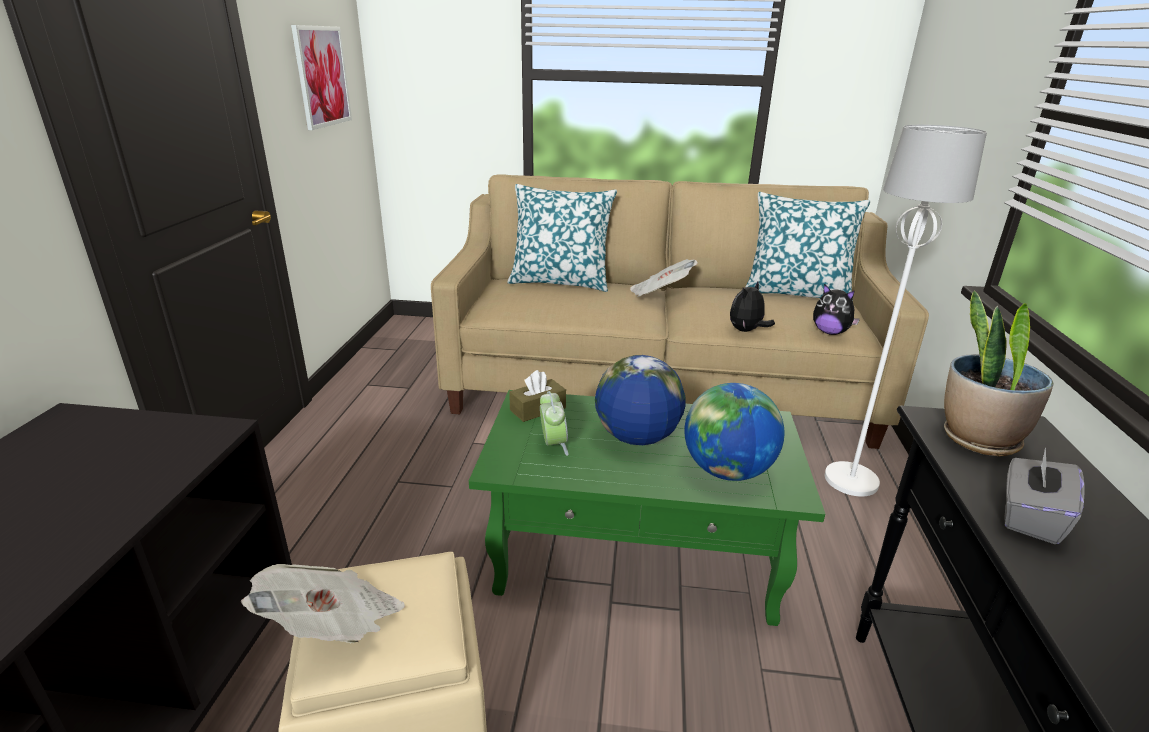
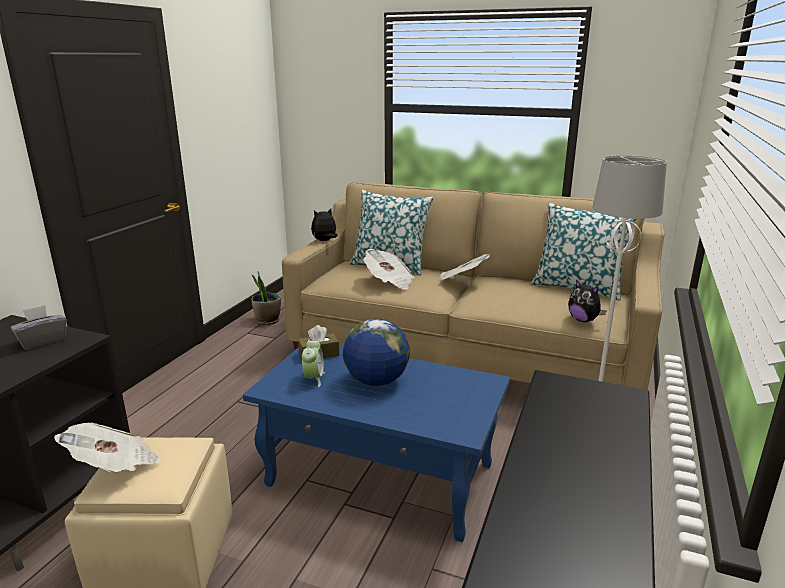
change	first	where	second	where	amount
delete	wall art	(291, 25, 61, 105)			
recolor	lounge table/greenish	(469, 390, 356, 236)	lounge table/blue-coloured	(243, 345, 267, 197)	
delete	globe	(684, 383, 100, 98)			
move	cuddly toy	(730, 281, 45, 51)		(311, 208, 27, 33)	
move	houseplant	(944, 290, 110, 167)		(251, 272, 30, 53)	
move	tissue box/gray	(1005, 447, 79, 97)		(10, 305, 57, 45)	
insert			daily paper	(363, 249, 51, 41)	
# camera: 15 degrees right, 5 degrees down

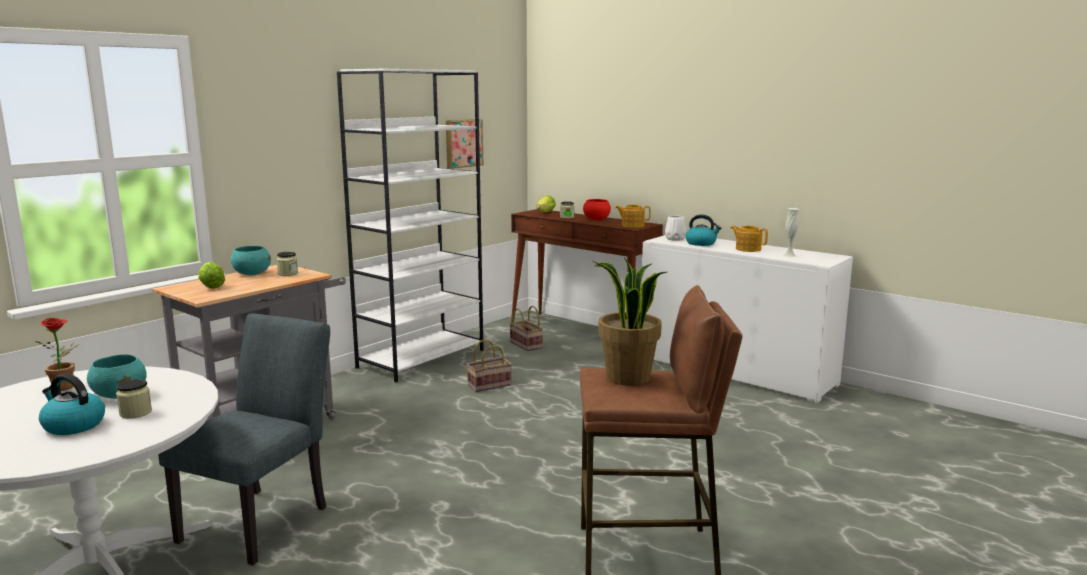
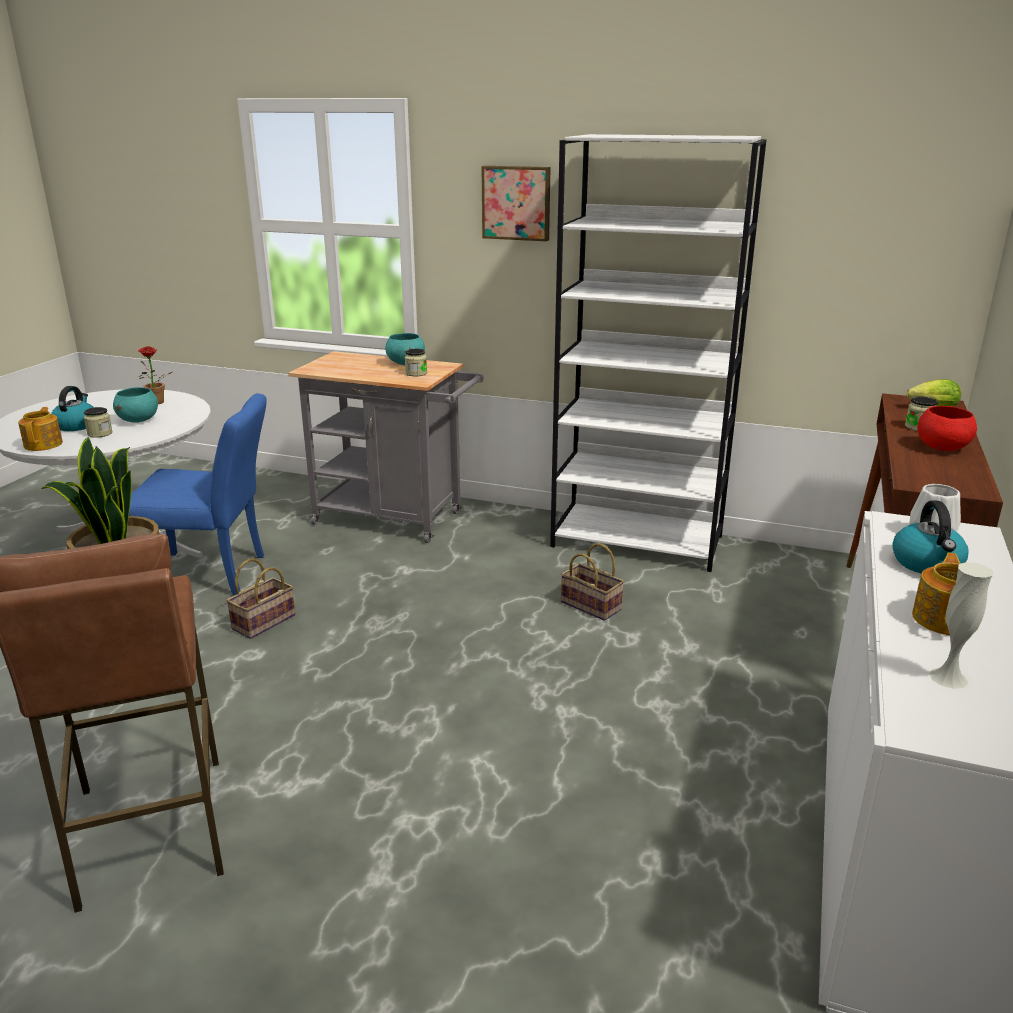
change	first	where	second	where	amount
recolor	upright chair/gray	(158, 313, 172, 252)	upright chair/blue-coloured	(129, 393, 138, 202)	
delete	lettuce	(198, 262, 27, 27)			
move	wall art	(446, 119, 37, 50)		(482, 166, 69, 75)	
move	storage basket	(509, 306, 34, 45)		(226, 559, 69, 80)	
move	teapot	(615, 205, 36, 23)		(18, 407, 45, 44)	
# camera: 70 degrees right, 10 degrees up

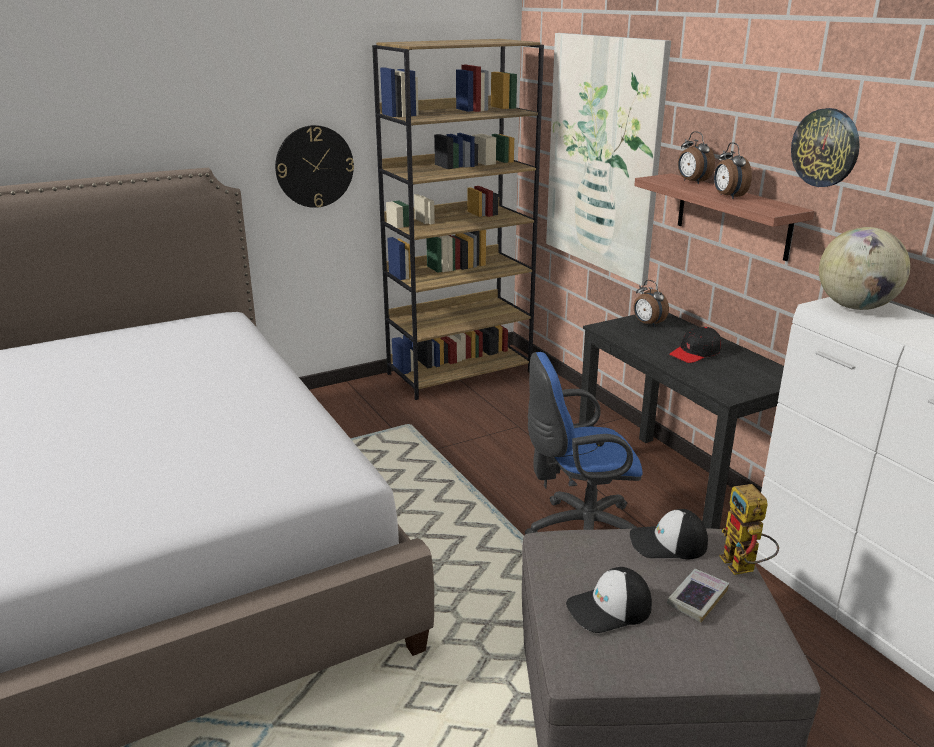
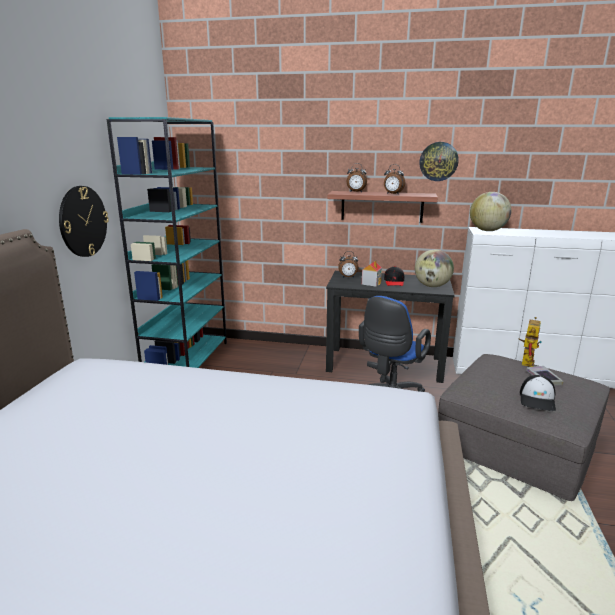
change	first	where	second	where	amount
recolor	shelving unit/brown	(372, 39, 172, 361)	shelving unit/turquoise-coloured	(107, 117, 120, 251)	
delete	wall art	(546, 33, 125, 253)			
delete	peaked cap	(630, 509, 78, 51)			
rotate	robot figure	(719, 484, 60, 91)		(519, 317, 23, 50)	90 degrees counterclockwise
insert			model house	(362, 261, 20, 26)	
insert			globe	(415, 249, 39, 38)	
# camera: 50 degrees left, 5 degrees down

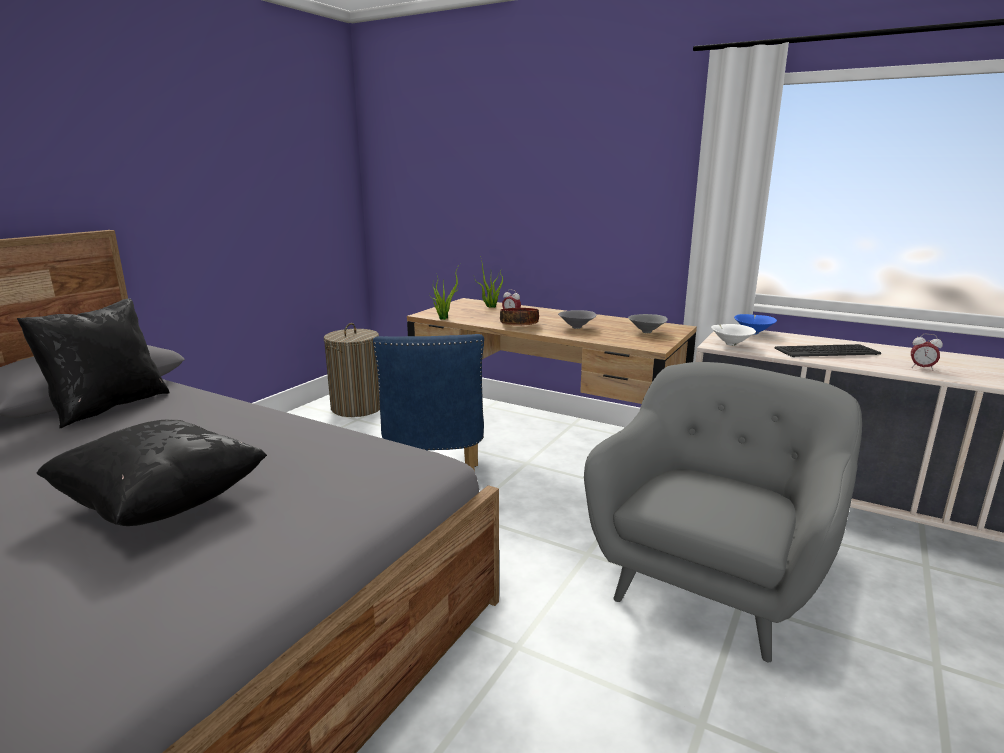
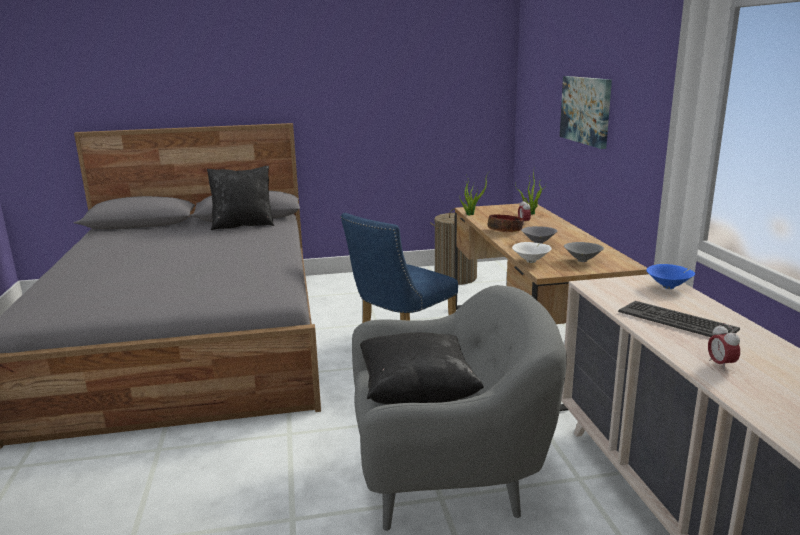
change	first	where	second	where	amount
move	throw pillow/black	(36, 420, 231, 106)		(360, 332, 124, 72)	
move	serving bowl/white	(711, 324, 45, 22)		(512, 242, 40, 21)	
insert			wall art	(560, 76, 52, 73)	
# camera: 50 degrees right, 0 degrees up

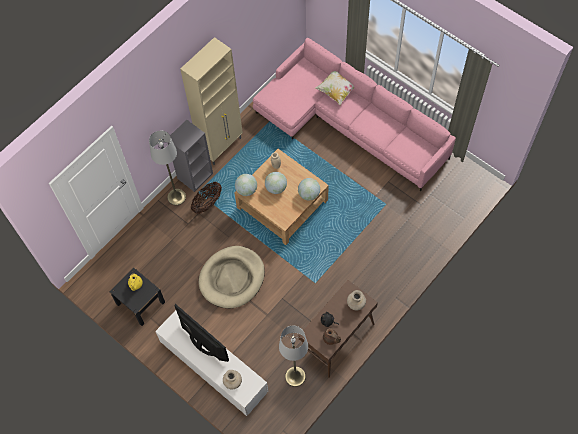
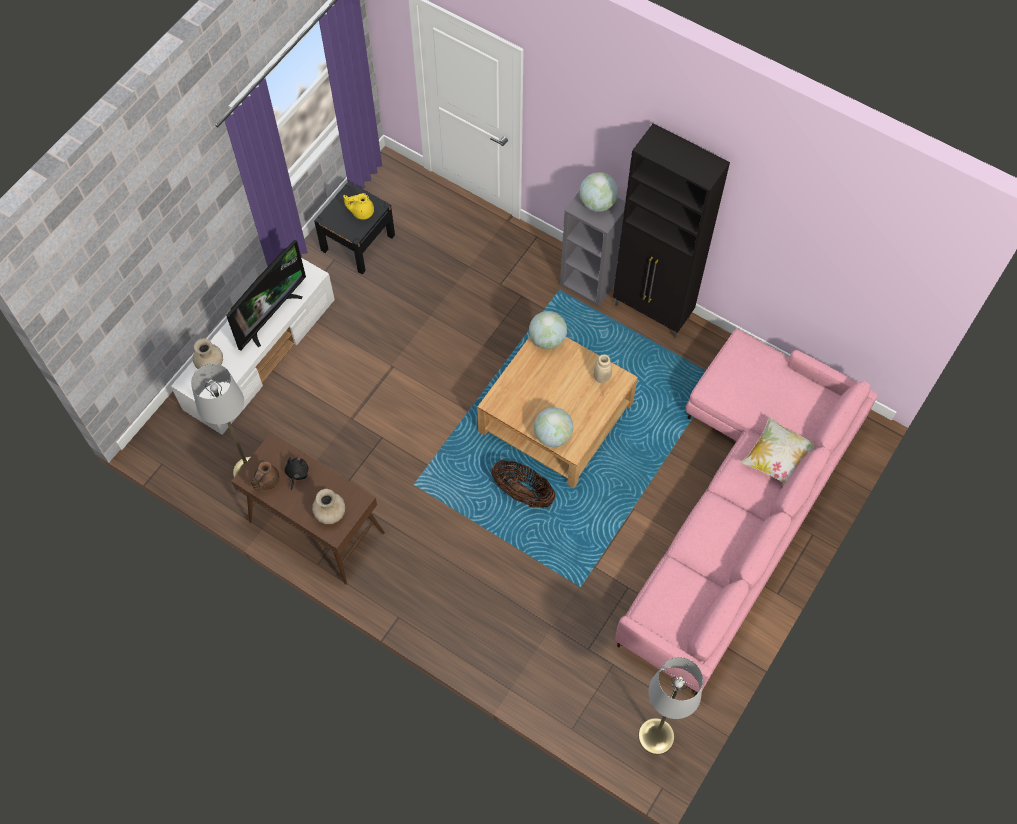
change	first	where	second	where	amount
move	standing lamp/gray	(149, 131, 37, 74)		(638, 657, 65, 98)	
recolor	cupboard/sand-coloured	(180, 37, 63, 128)	cupboard/black	(613, 123, 117, 215)	
move	storage basket	(191, 182, 31, 32)		(491, 460, 65, 48)	
delete	dog bed/sand-coloured	(199, 246, 66, 62)			
move	globe	(265, 172, 22, 22)		(580, 172, 39, 40)	
# camera: 80 degrees right, 0 degrees up

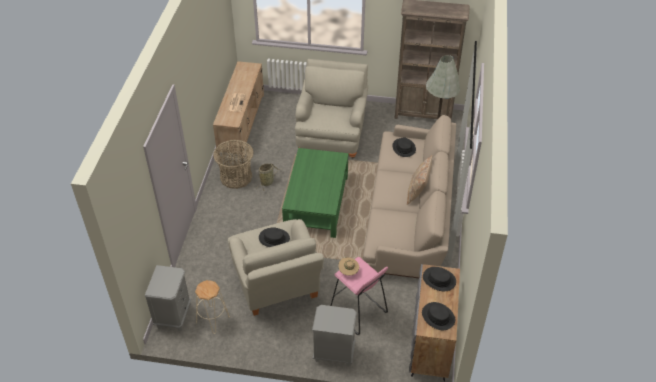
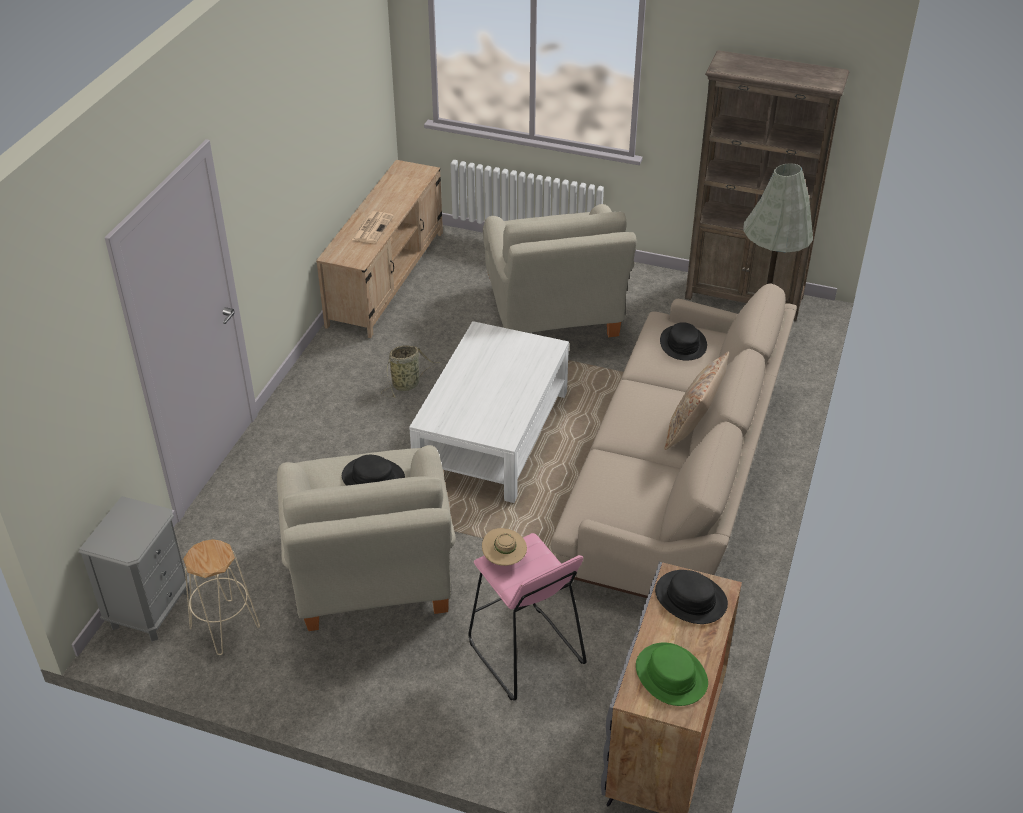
change	first	where	second	where	amount
delete	storage basket	(213, 140, 40, 49)			
recolor	lounge table/greenish	(282, 148, 66, 90)	lounge table/white	(409, 321, 160, 182)	
rotate	easy chair/sand-coloured	(295, 59, 73, 100)		(483, 204, 154, 133)	150 degrees clockwise
delete	night table/gray	(312, 305, 45, 61)			
recolor	clothing hat/black	(422, 302, 33, 28)	clothing hat/greenish	(636, 642, 72, 64)	
# camera: 10 degrees right, 5 degrees down

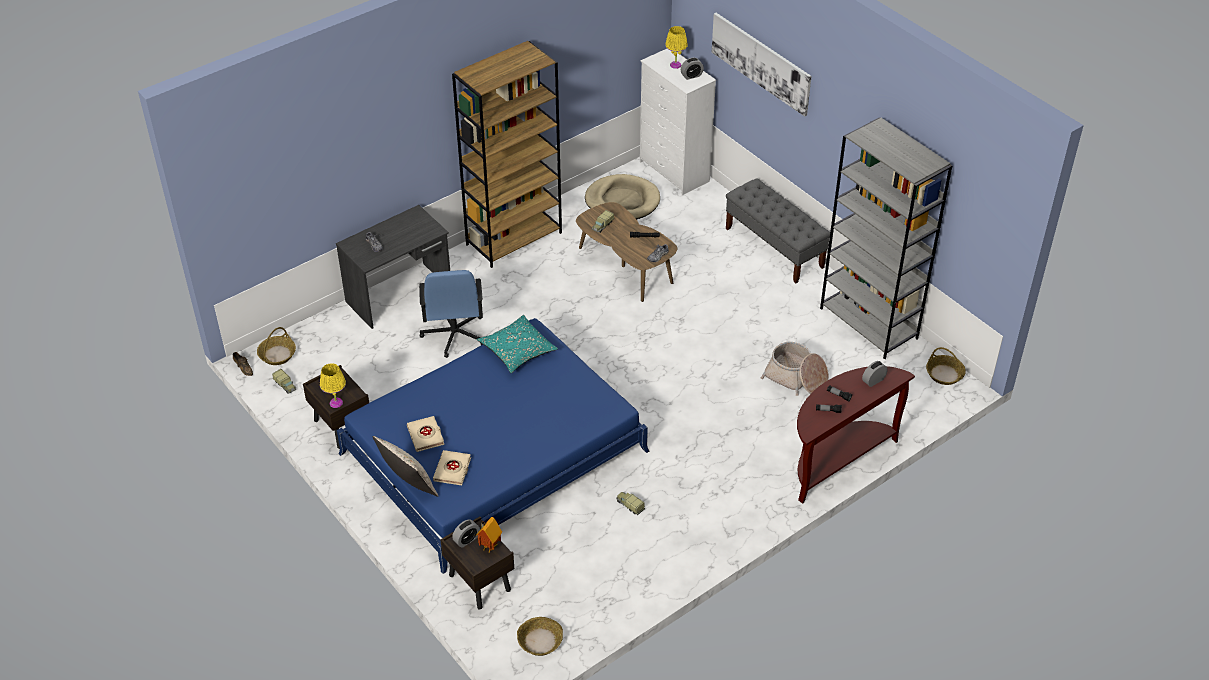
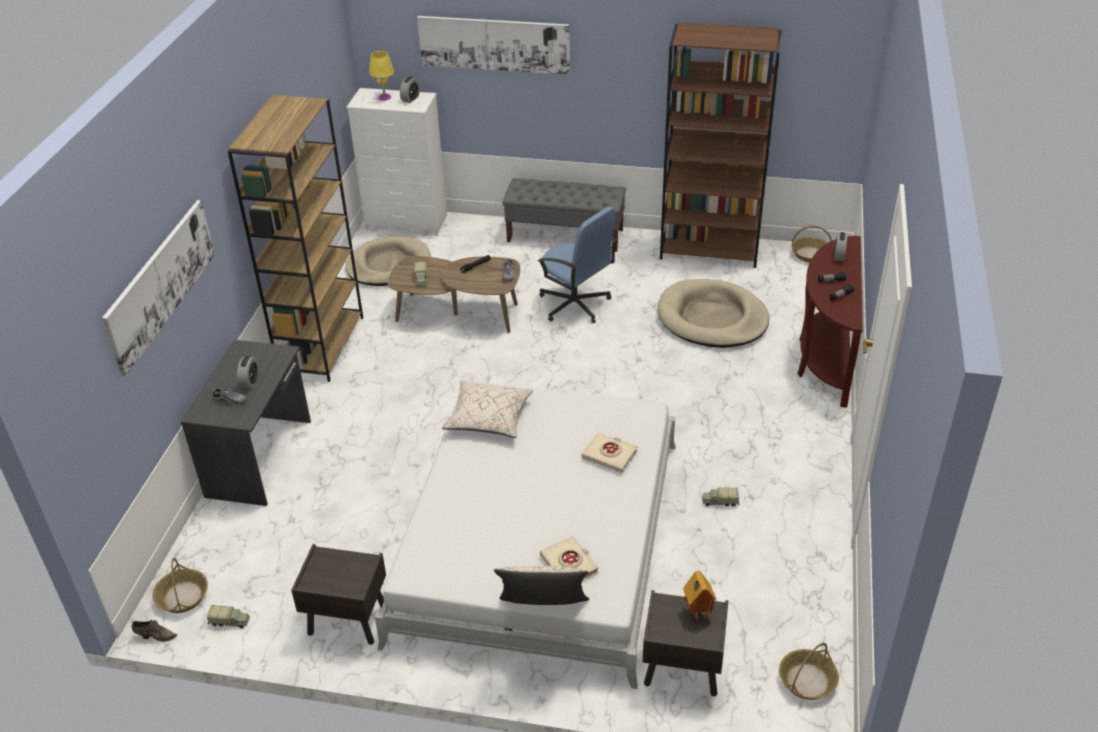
change	first	where	second	where	amount
delete	lamp for a table/yellow-coloured	(320, 363, 26, 45)			
recolor	bed/blue-coloured	(337, 318, 312, 256)	bed/white	(375, 382, 301, 307)	
move	bound book/sand-coloured	(407, 416, 37, 36)		(582, 433, 56, 40)	
move	computer chair/blue-coloured	(419, 270, 64, 88)		(538, 207, 79, 116)	
move	table clock	(452, 520, 28, 27)		(237, 356, 22, 33)	
recolor	throw pillow/turquoise-coloured	(477, 315, 81, 58)	throw pillow/sand-coloured	(442, 380, 91, 58)	
replace	storage basket	(761, 342, 68, 54)	dog bed/sand-coloured	(658, 279, 111, 69)	
recolor	shelving unit/gray	(820, 117, 132, 242)	shelving unit/brown	(660, 23, 122, 245)	
insert			wall art	(102, 200, 113, 176)	
# camera: 40 degrees left, 5 degrees down

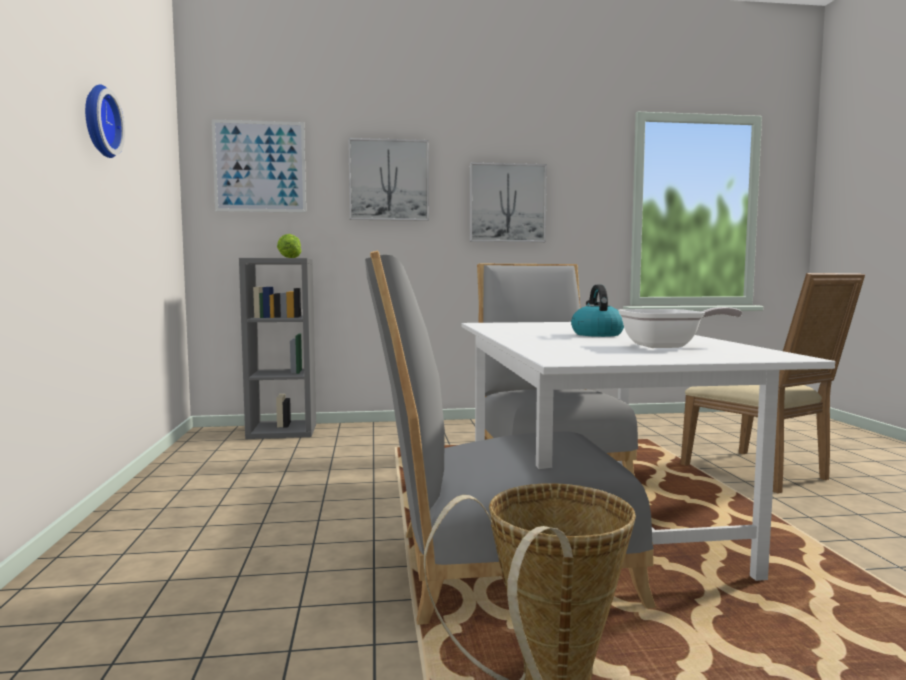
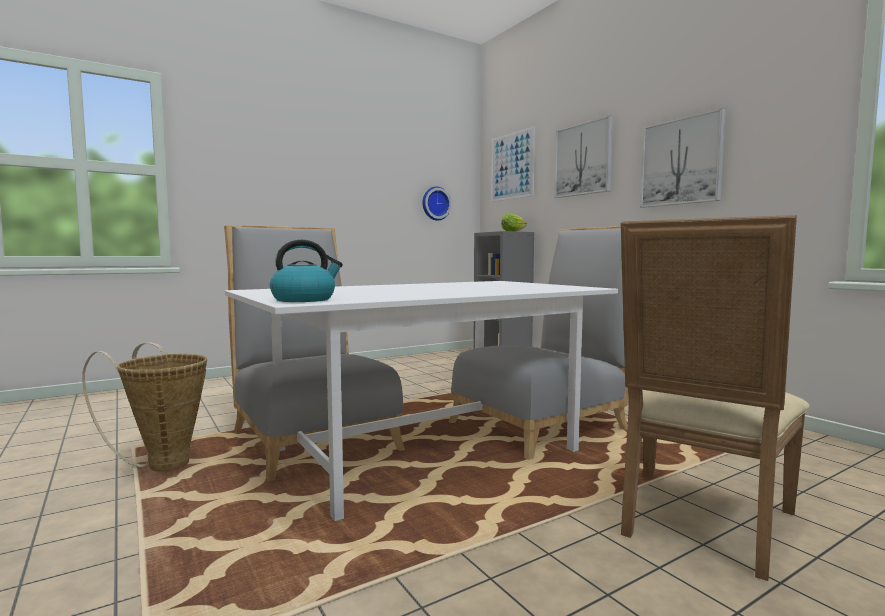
change	first	where	second	where	amount
move	clock on the wall	(85, 84, 40, 74)		(422, 186, 29, 35)	
move	water kettle	(571, 285, 53, 52)		(270, 240, 73, 62)	
delete	pan	(618, 307, 124, 41)			
# camera: 65 degrees right, 0 degrees up

